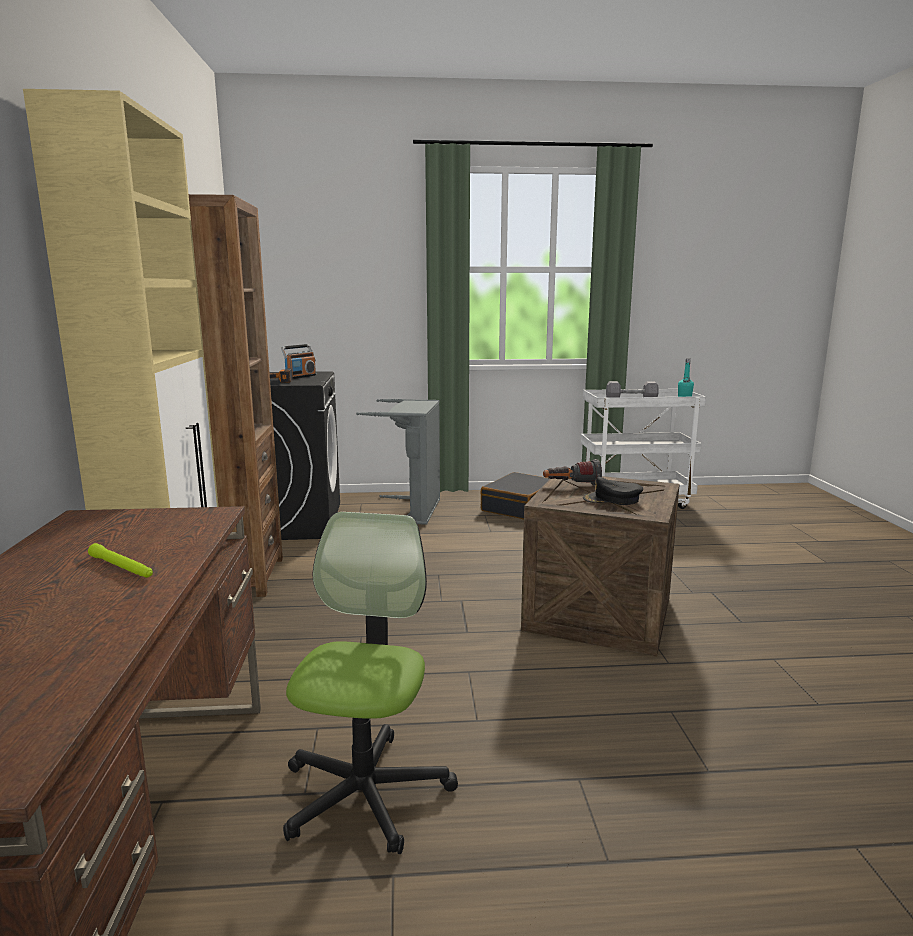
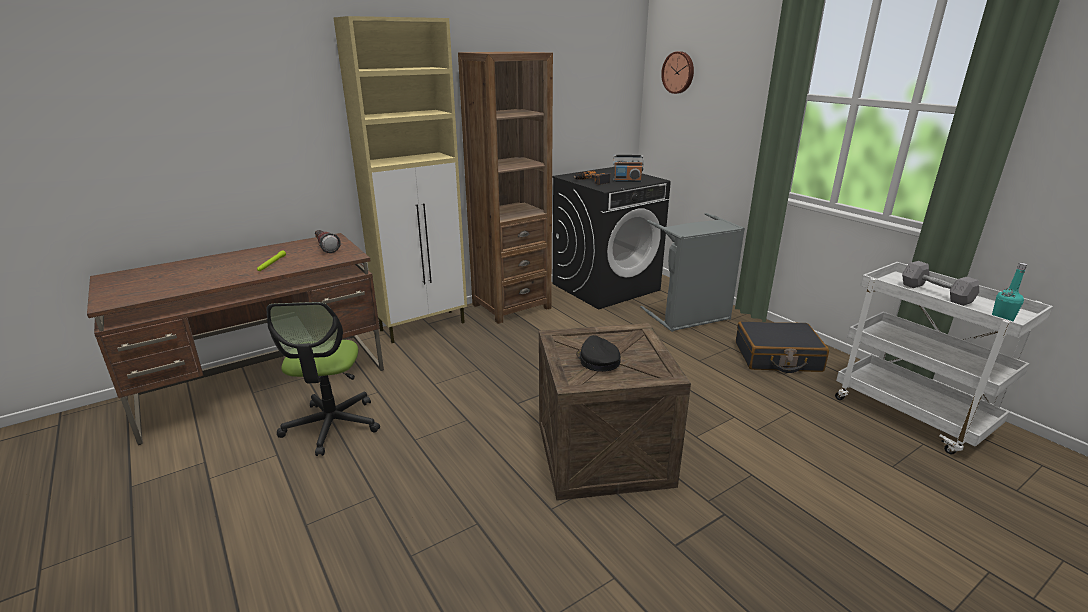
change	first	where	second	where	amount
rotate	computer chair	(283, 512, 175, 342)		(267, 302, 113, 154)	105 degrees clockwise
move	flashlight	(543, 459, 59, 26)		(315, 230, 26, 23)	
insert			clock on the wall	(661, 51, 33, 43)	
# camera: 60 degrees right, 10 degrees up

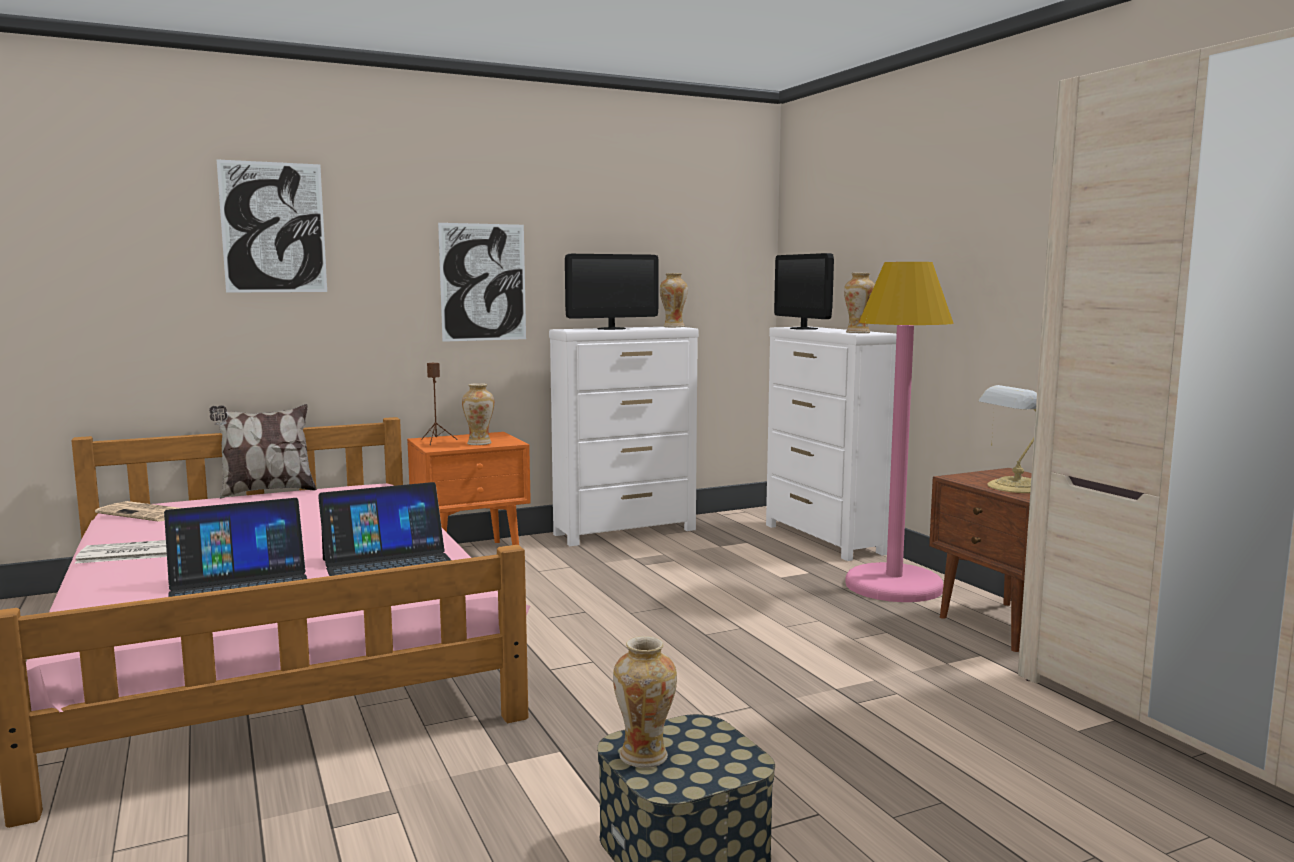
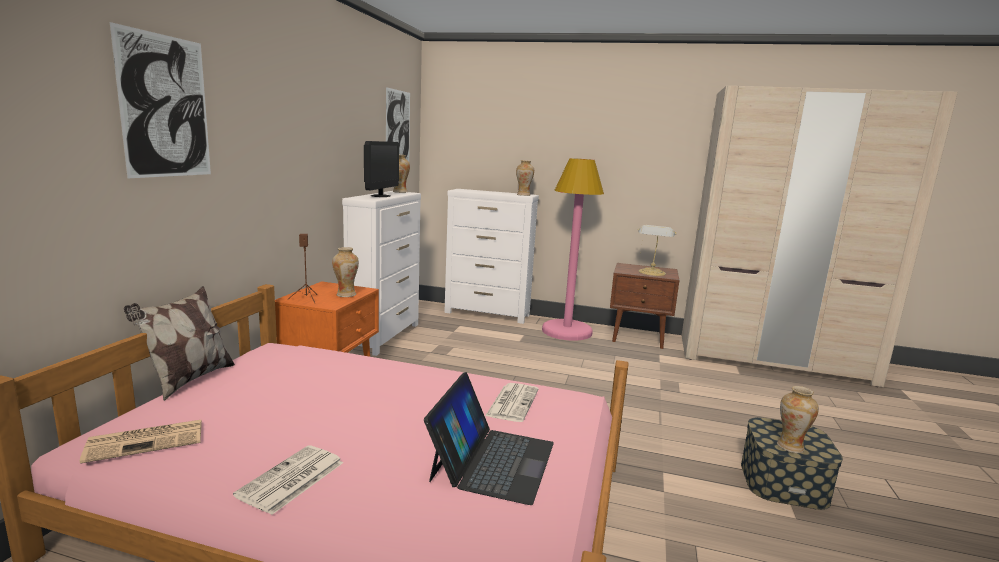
change	first	where	second	where	amount
replace	notebook computer	(318, 482, 133, 94)	daily paper	(485, 383, 54, 39)	
move	wall art	(438, 223, 88, 119)		(386, 87, 24, 74)	
delete	computer screen	(774, 253, 60, 77)			
# camera: 50 degrees left, 5 degrees up

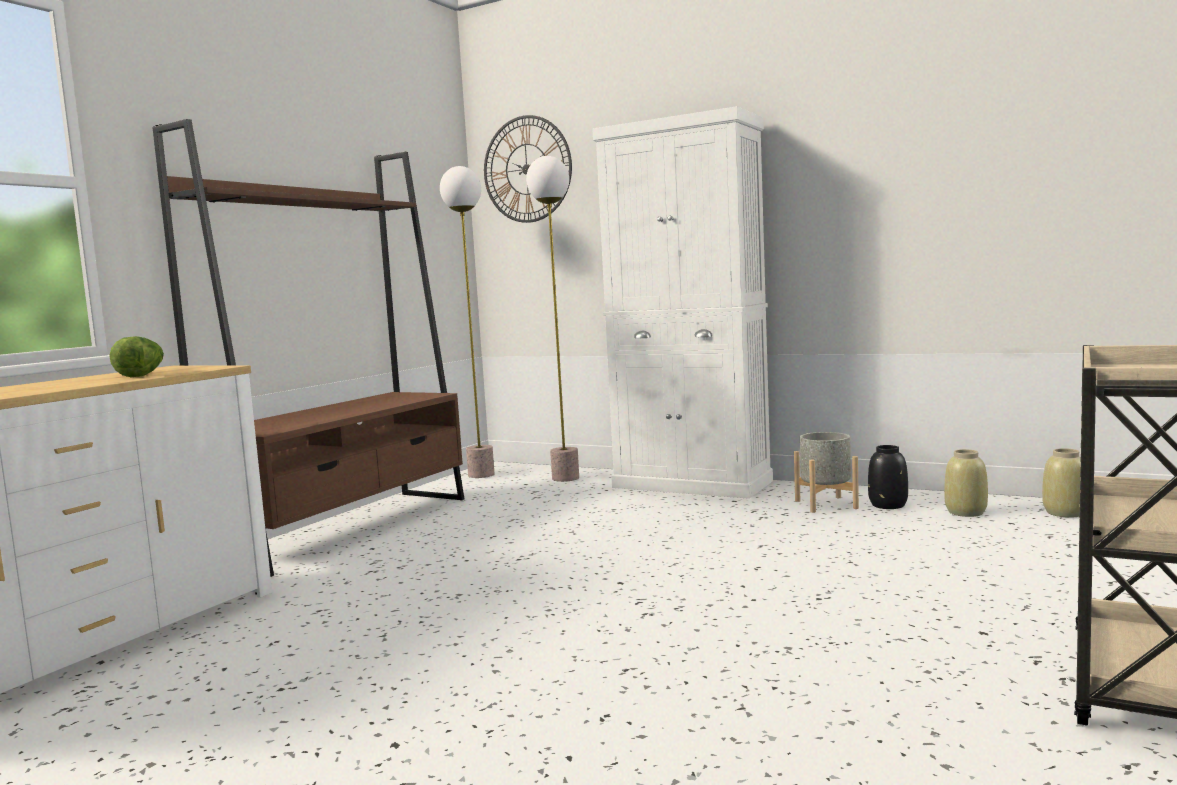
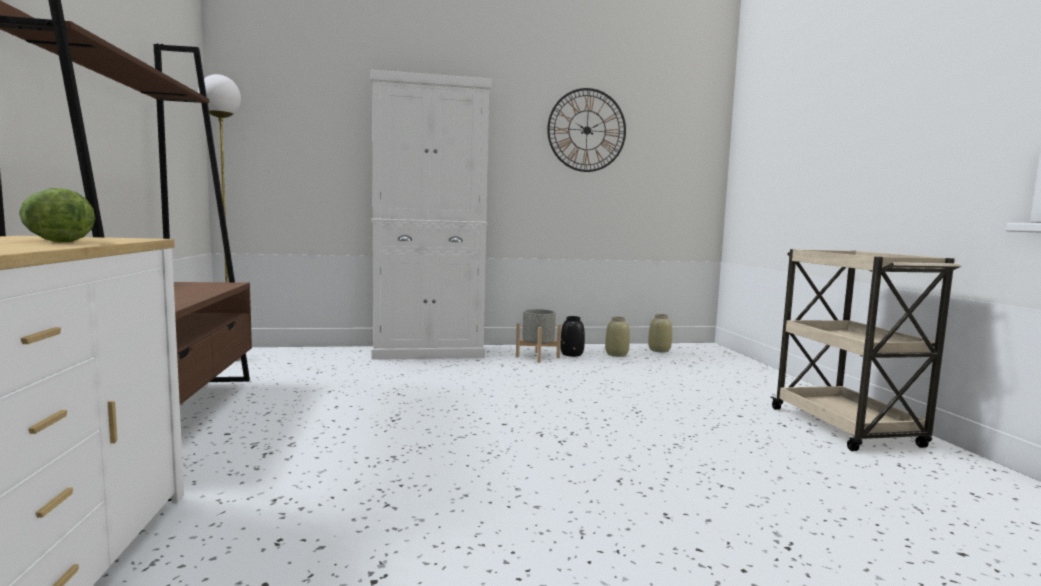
change	first	where	second	where	amount
move	clock on the wall	(484, 115, 88, 108)		(547, 88, 79, 84)	
delete	standing lamp	(526, 156, 53, 326)			
# camera: 40 degrees left, 0 degrees up

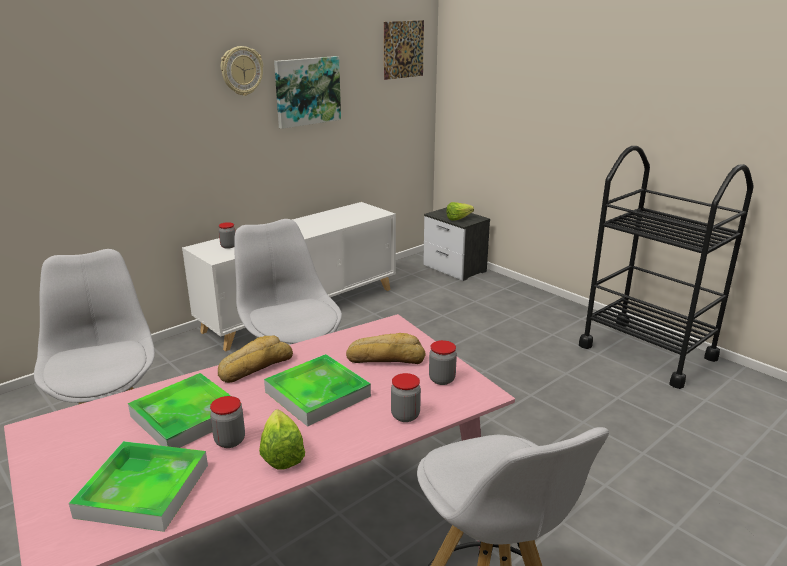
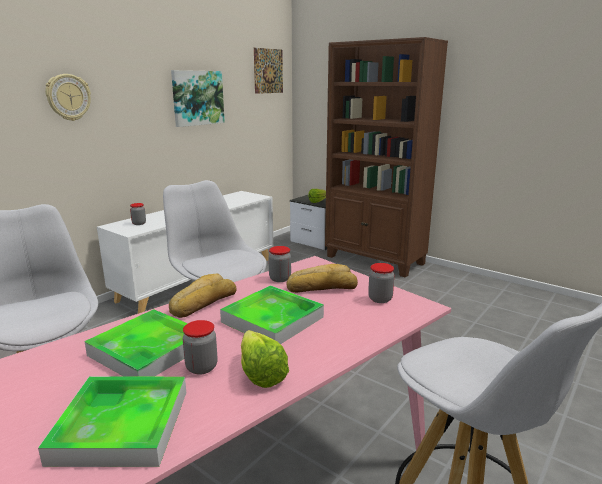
change	first	where	second	where	amount
move	clock on the wall	(221, 46, 42, 50)		(45, 74, 46, 47)	
move	jar	(391, 373, 30, 49)		(268, 246, 23, 36)	
delete	wheeled cart/black	(579, 146, 175, 243)			
insert			shelving unit/brown	(325, 37, 123, 241)	
# camera: 10 degrees left, 5 degrees down

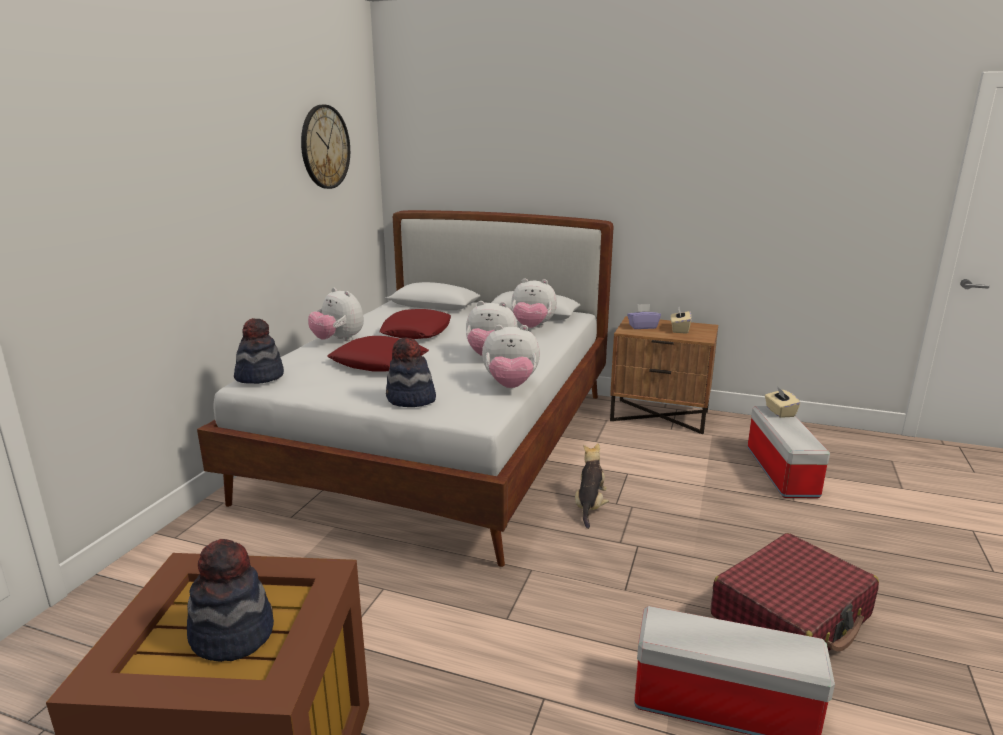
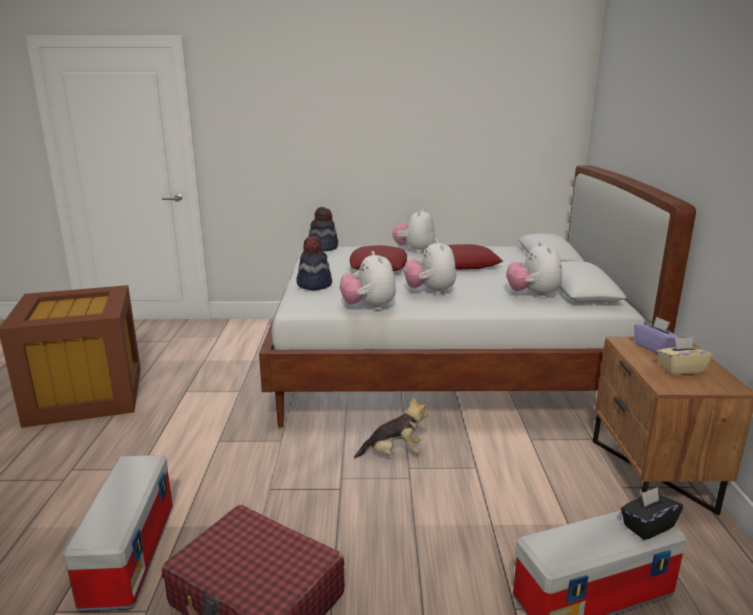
change	first	where	second	where	amount
delete	clothing hat	(187, 539, 87, 123)			
delete	clock on the wall	(301, 105, 49, 84)			
recolor	tissue box/sand-coloured	(765, 386, 35, 32)	tissue box/black	(621, 487, 62, 53)	
# camera: 70 degrees right, 0 degrees up

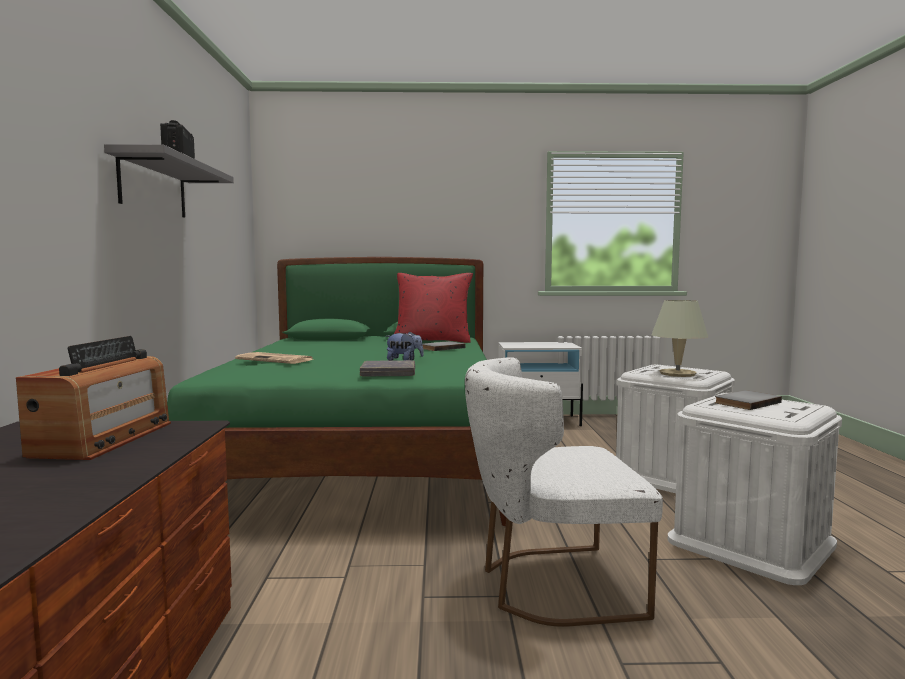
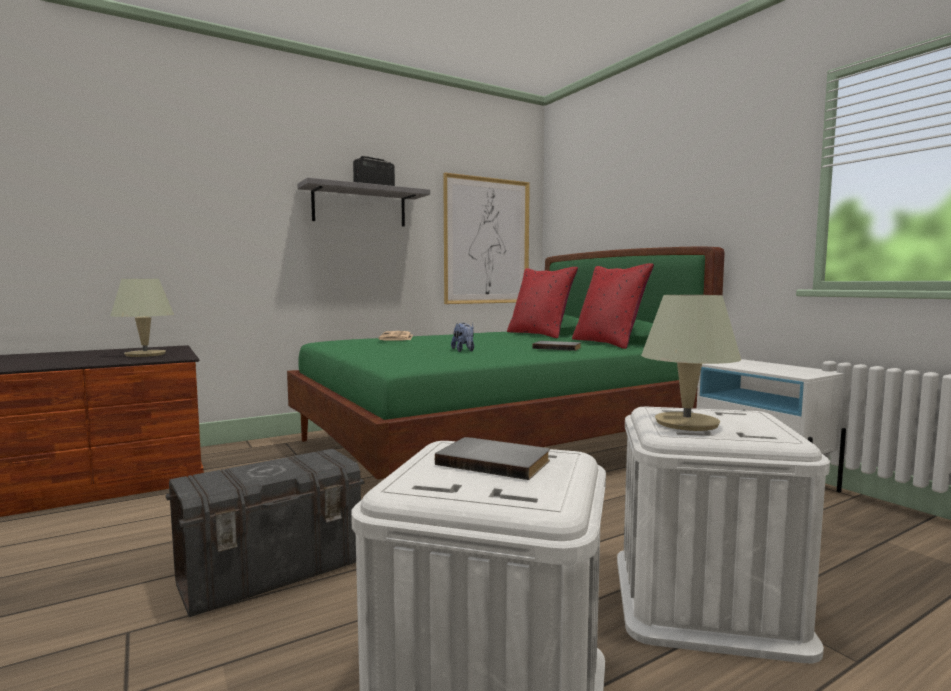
change	first	where	second	where	amount
replace	radio set	(16, 336, 155, 124)	lamp for a table/sand-coloured	(110, 279, 64, 78)	
delete	bound book/gray	(360, 360, 55, 17)			
replace	upright chair/white	(465, 357, 198, 270)	storage container/gray	(166, 449, 198, 168)	
insert			wall art	(443, 173, 87, 131)	
insert			throw pillow/reddish	(507, 267, 71, 71)	
# camera: 60 degrees right, 0 degrees up

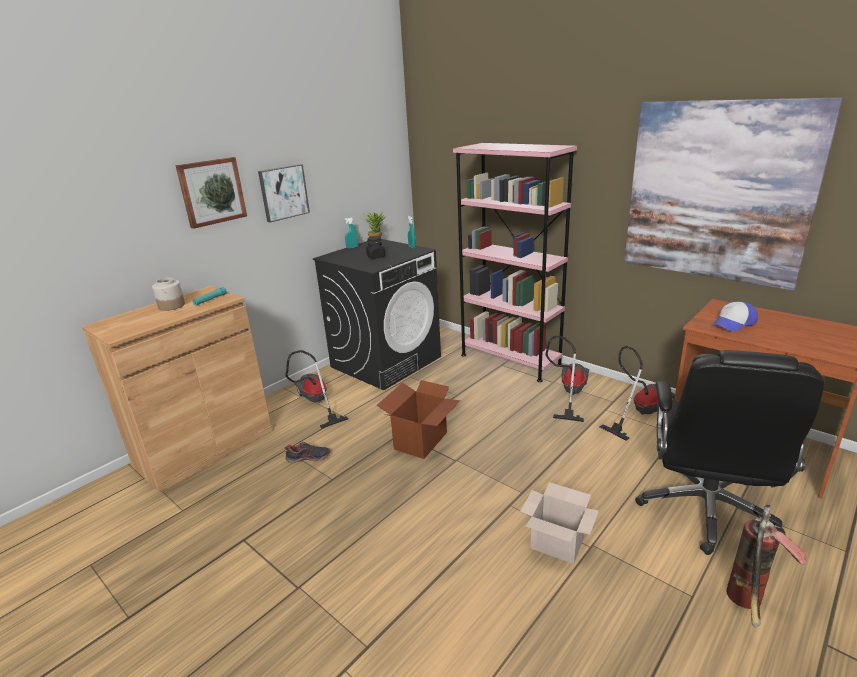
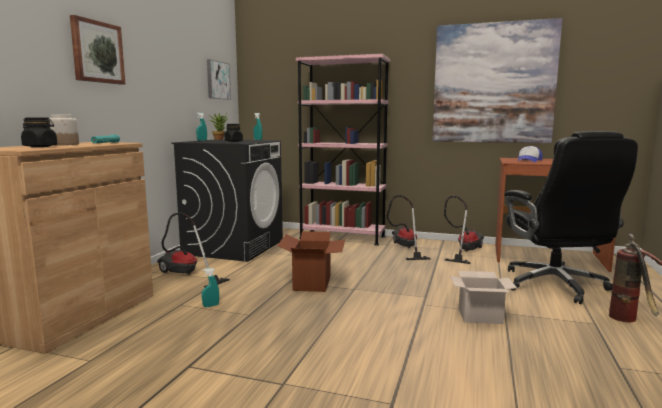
change	first	where	second	where	amount
move	wall art	(258, 164, 52, 59)		(207, 59, 24, 41)	
replace	low shoe	(284, 442, 46, 21)	sprayer/turquoise-coloured	(202, 268, 17, 39)	
insert			jar/black	(21, 117, 37, 30)	
# camera: 25 degrees left, 15 degrees down

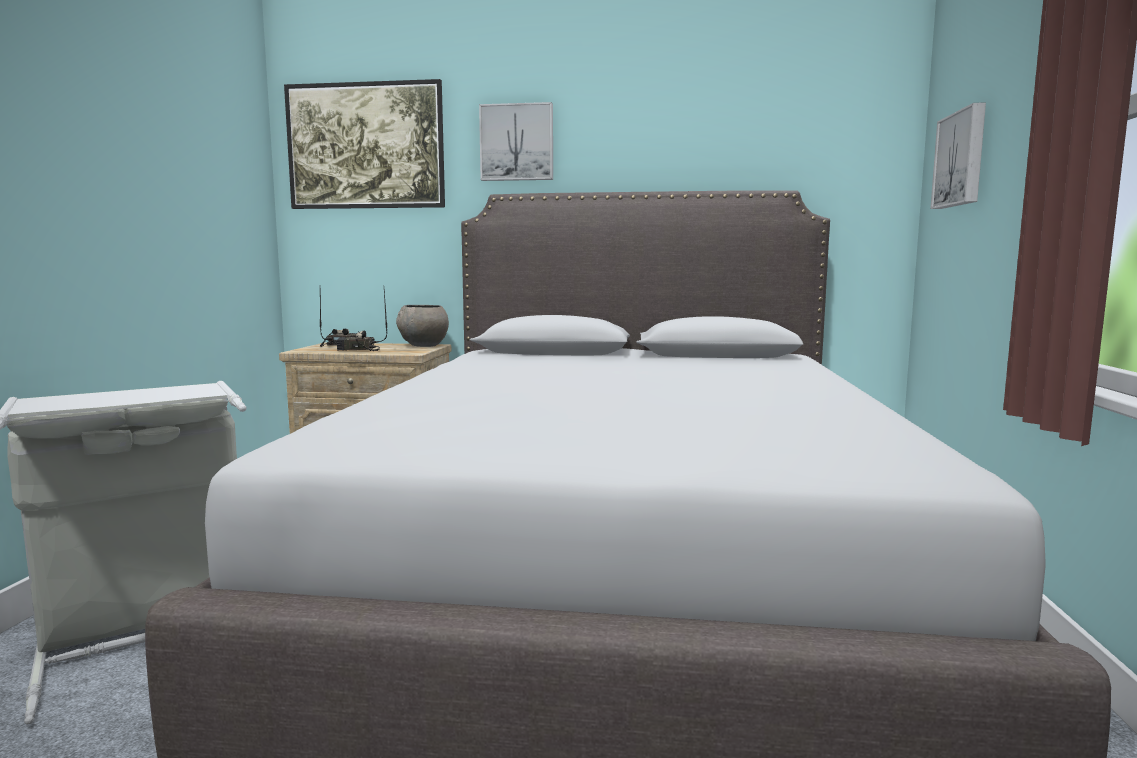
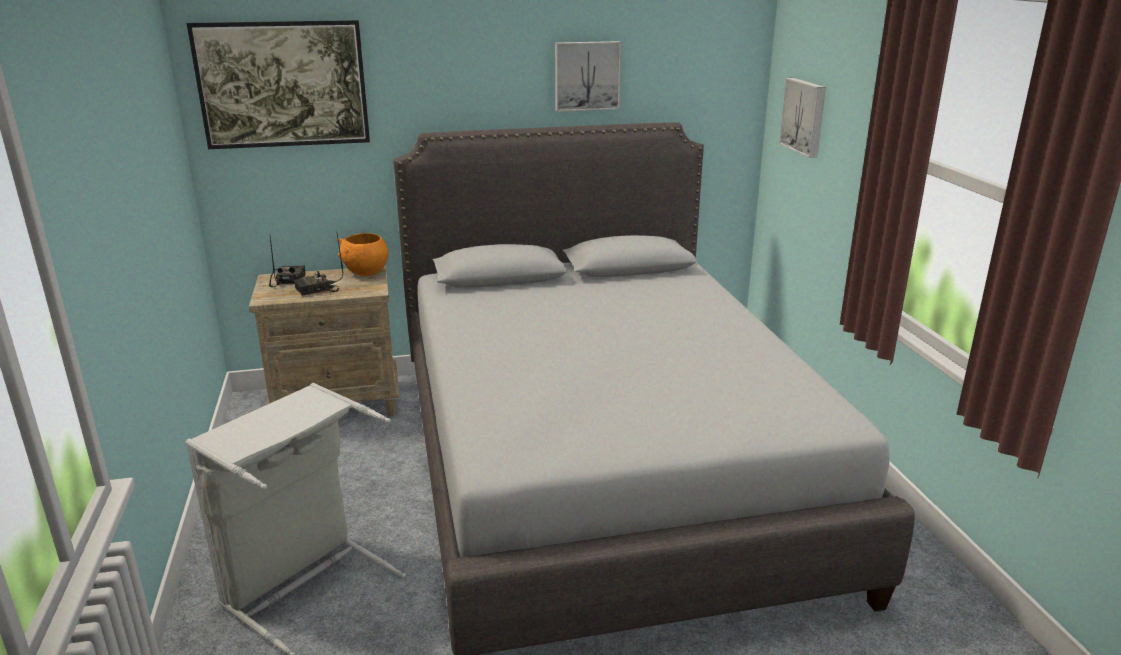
change	first	where	second	where	amount
recolor	serving bowl/gray	(396, 305, 53, 42)	serving bowl/orange	(338, 233, 50, 43)	
move	wall art	(479, 102, 74, 79)		(555, 41, 66, 71)	
# camera: 20 degrees left, 15 degrees up

